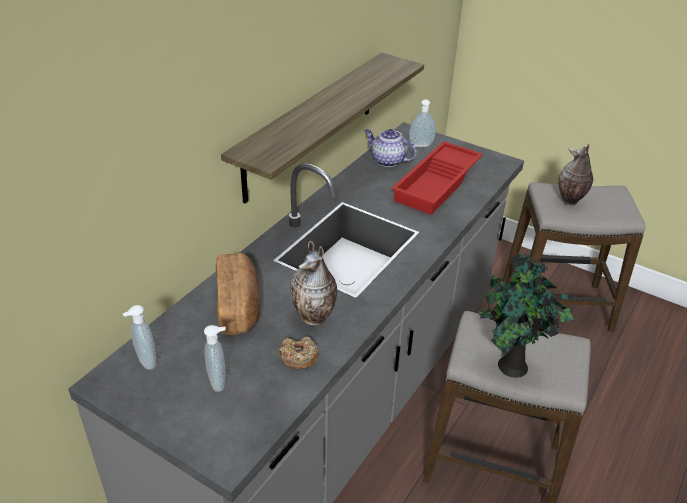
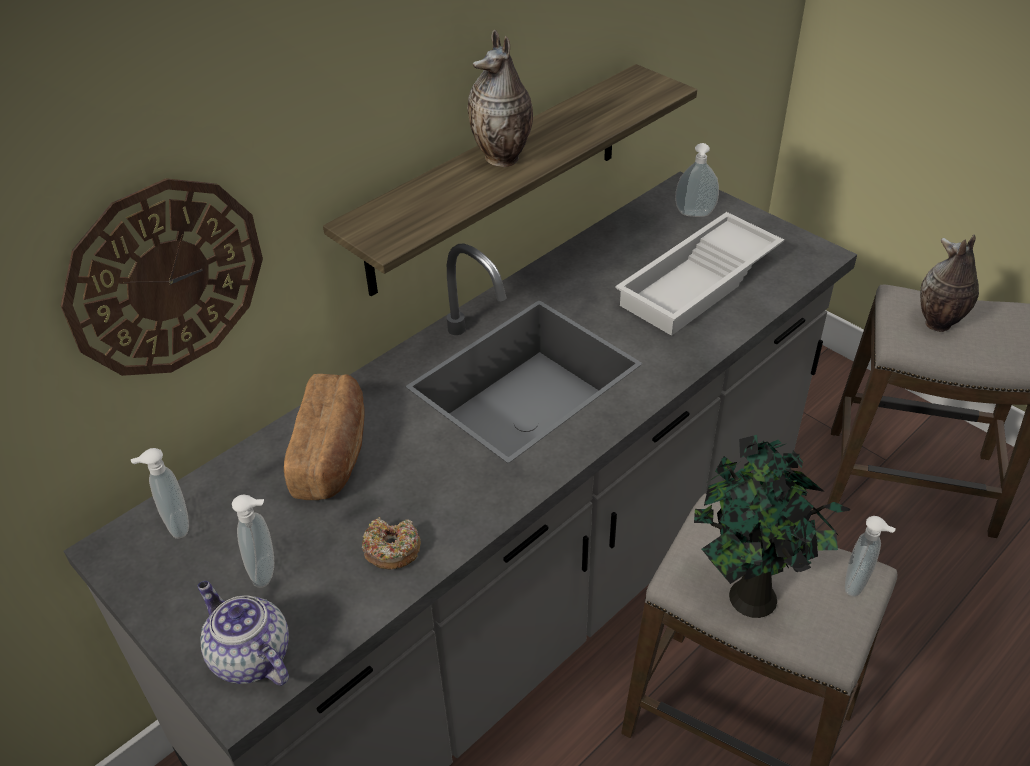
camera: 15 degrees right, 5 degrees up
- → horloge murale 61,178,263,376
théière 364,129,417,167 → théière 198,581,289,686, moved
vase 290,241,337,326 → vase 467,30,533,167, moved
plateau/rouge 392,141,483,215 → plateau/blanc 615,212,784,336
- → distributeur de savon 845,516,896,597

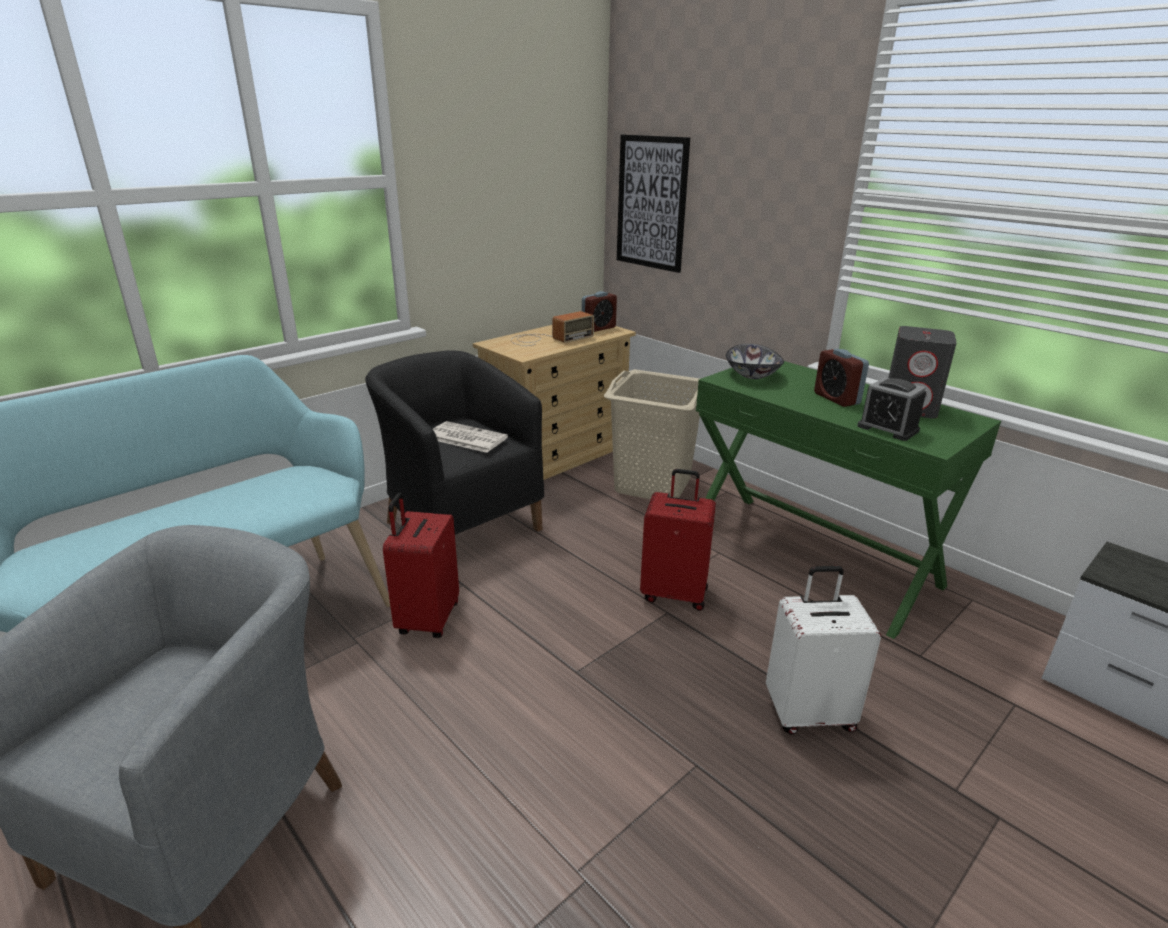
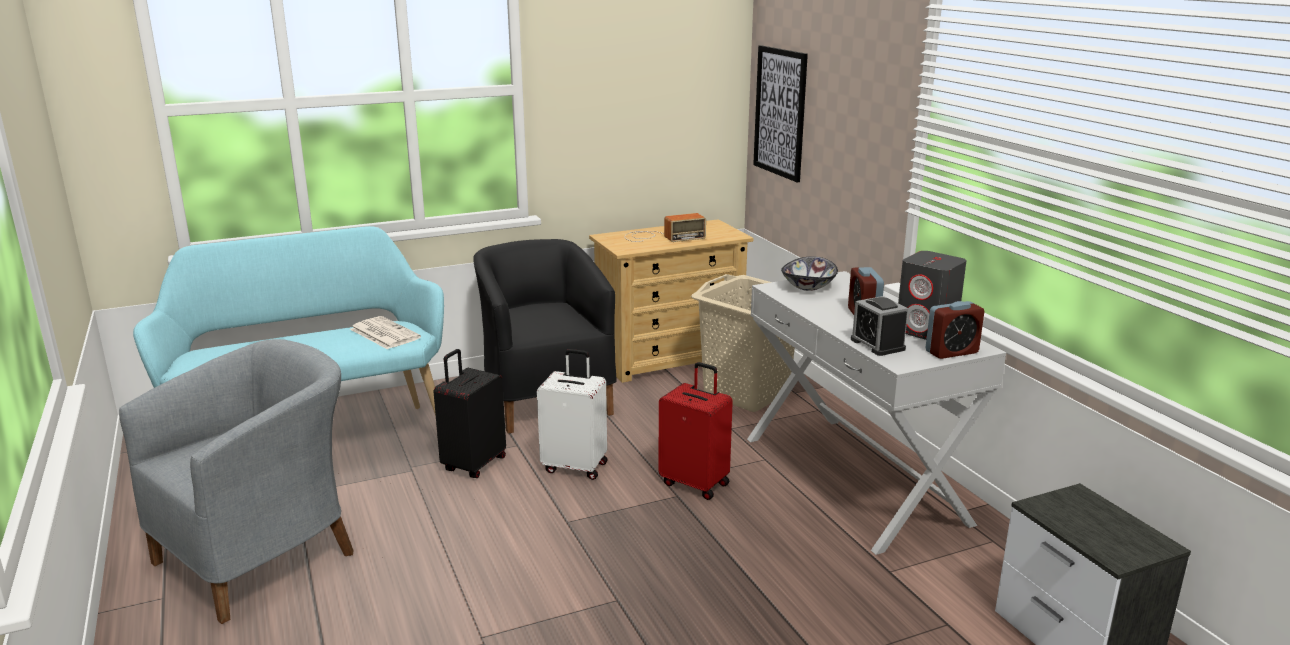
camera: 20 degrees right, 5 degrees down
journal 433,421,508,453 → journal 350,316,421,349, moved
valise/rouge 383,493,459,638 → valise/noir 434,349,506,478
valise/blanc 766,566,881,734 → valise/blanc 537,349,607,480, moved
table console/vert 696,361,1001,639 → table console/blanc 747,271,1006,555
réveil 582,291,617,332 → réveil 925,301,984,359, moved

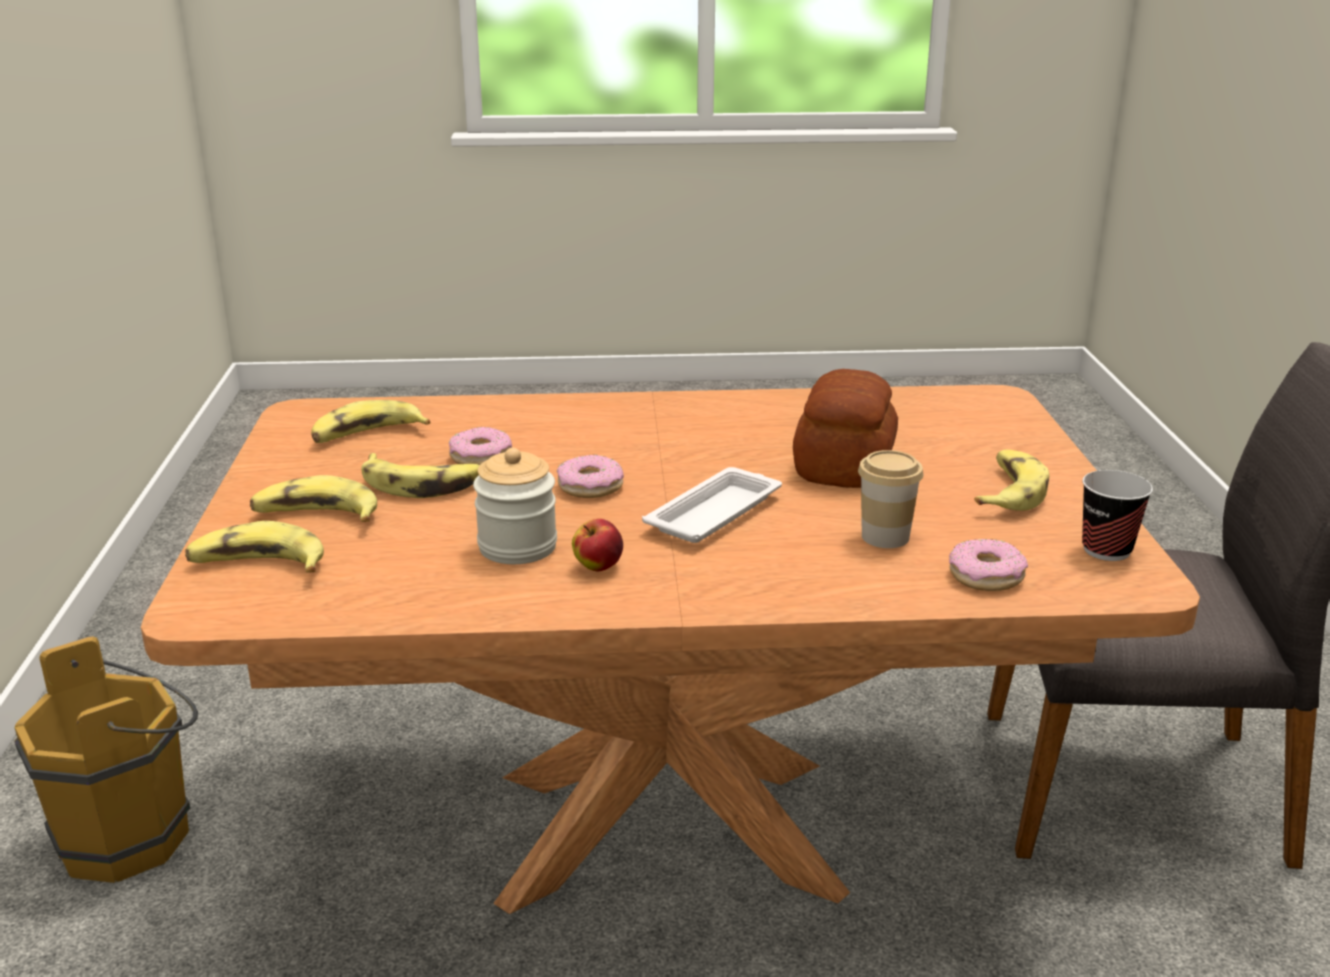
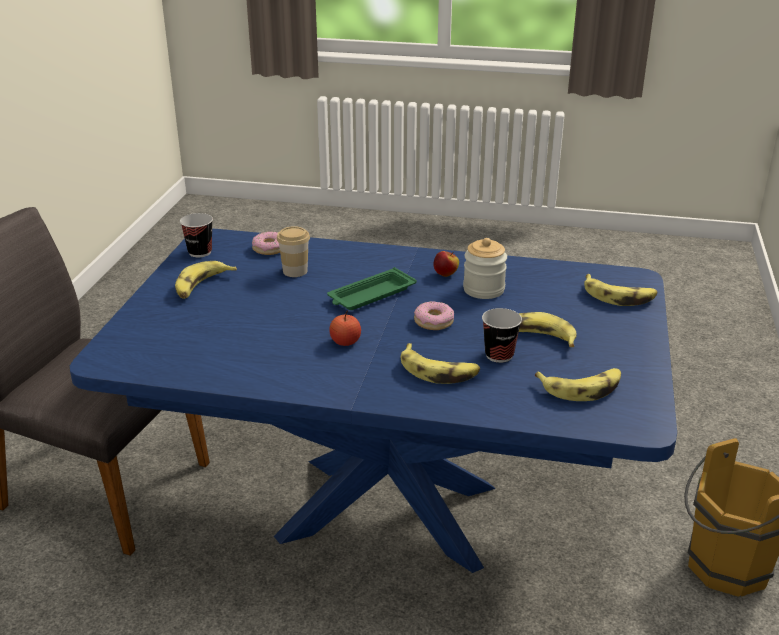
camera: 165 degrees left, 5 degrees up
table à manger/marron 141,385,1200,914 → table à manger/bleu 70,229,677,573
plateau/blanc 642,467,782,543 → plateau/vert 327,267,417,310
- → pomme 329,310,361,346
banane 250,475,377,522 → banane 401,343,480,384, moved
beignet 449,427,512,465 → tasse 482,308,522,363
pain 793,369,898,488 → -

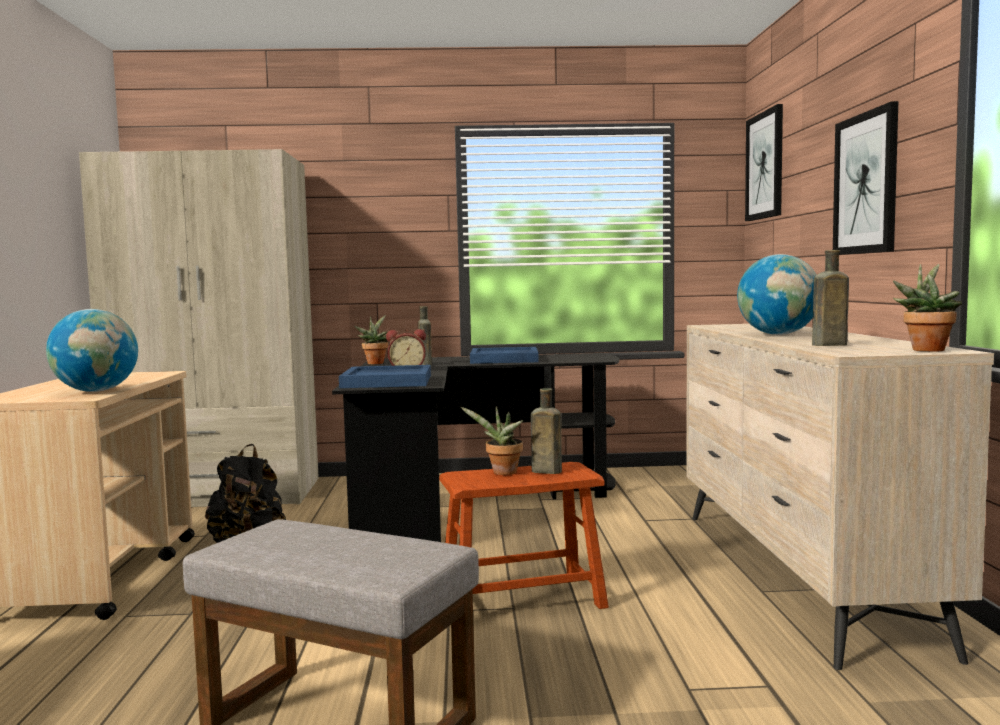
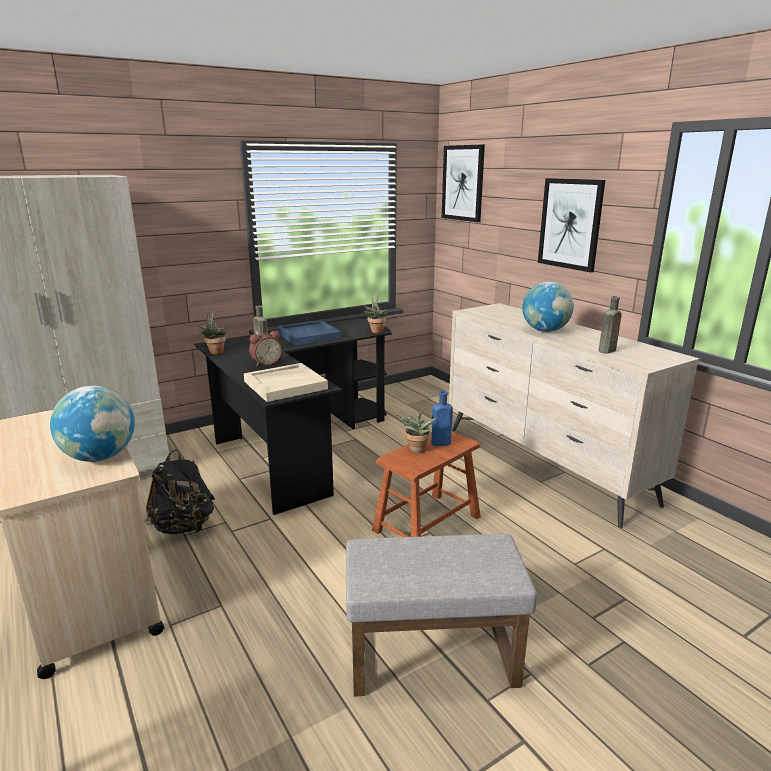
camera: 30 degrees left, 15 degrees up
plateau/bleu 339,365,431,388 → plateau/beige 244,363,328,402
plante en pot 893,264,962,352 → plante en pot 364,294,388,333, moved
bouteille/marron 531,388,562,474 → bouteille/bleu 431,391,453,446

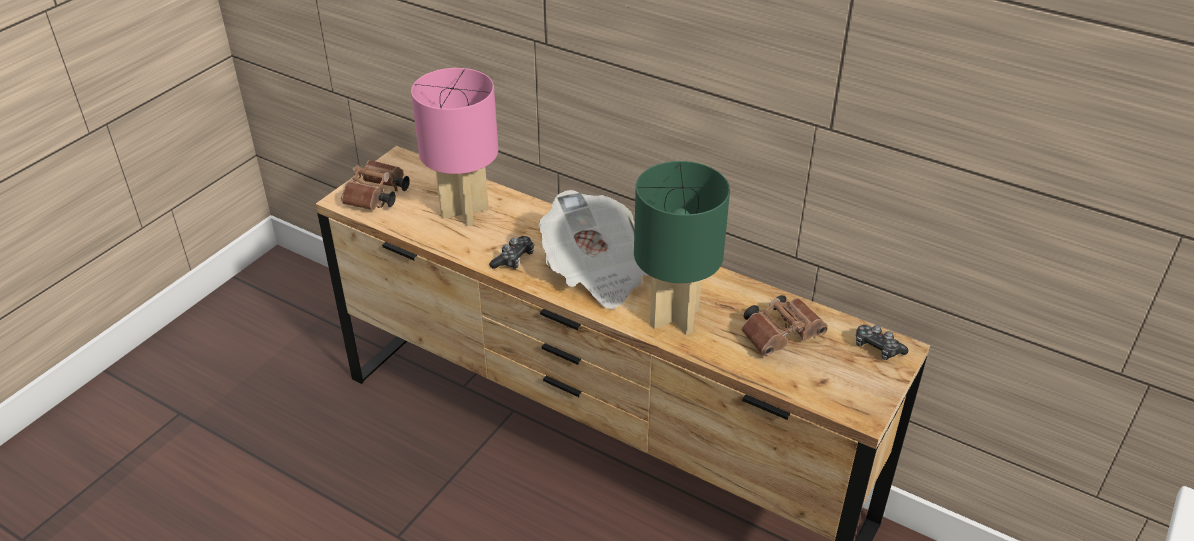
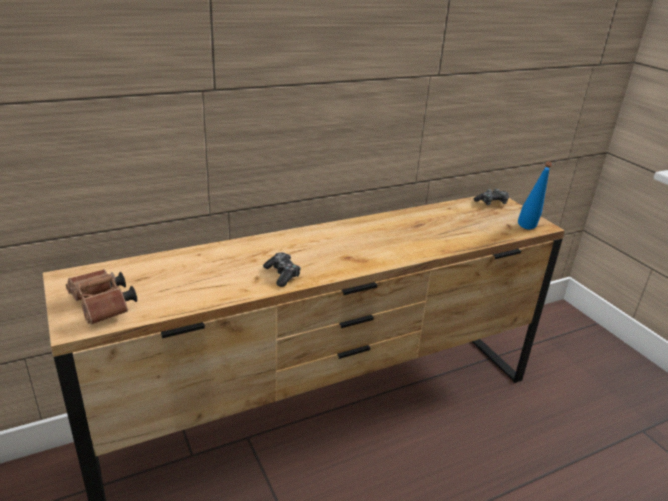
camera: 60 degrees left, 10 degrees down
- → bouteille/bleu 518,161,552,229
lampe de table/rose 411,68,498,226 → -
journal 539,190,650,309 → -
lampe de table/vert 634,161,730,335 → -
jumelles/marron 741,295,828,356 → -

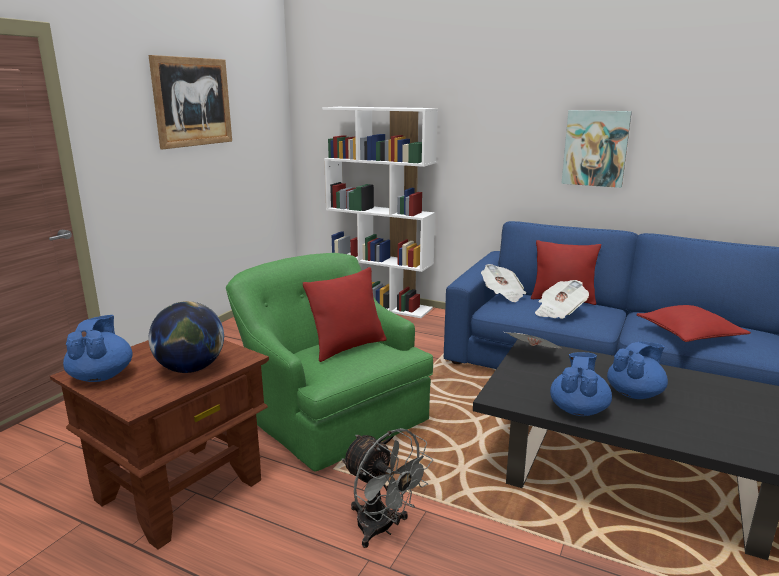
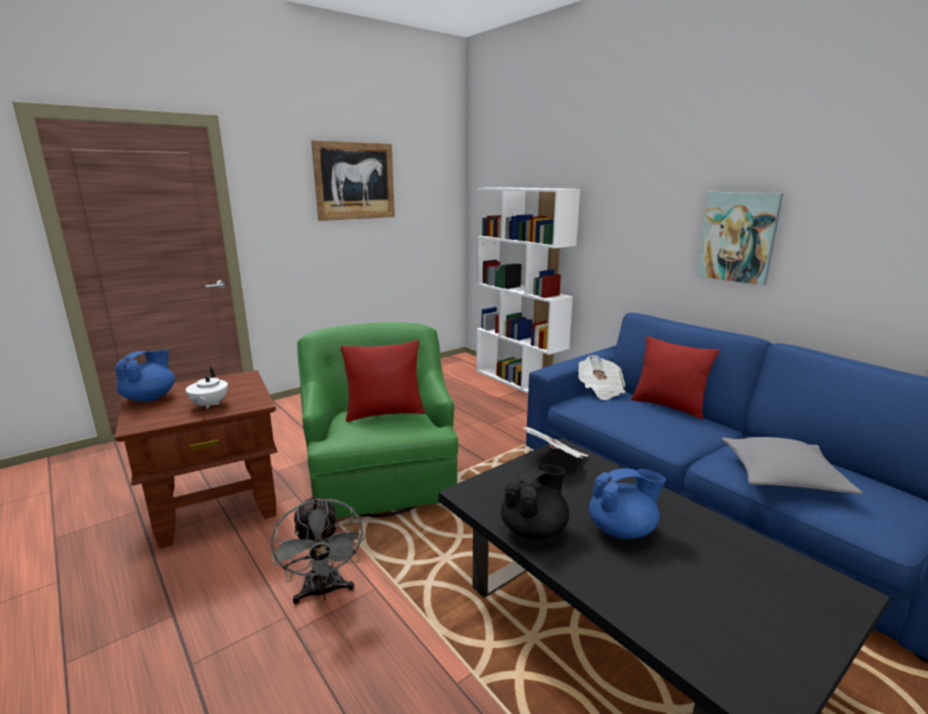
camera: 25 degrees right, 0 degrees up
globe 149,301,224,373 → théière/blanc 186,367,228,409
théière/bleu 550,352,612,416 → théière/noir 501,464,569,540
coussin/rouge 636,305,751,342 → coussin/gris 722,437,862,494
journal 535,280,589,319 → -

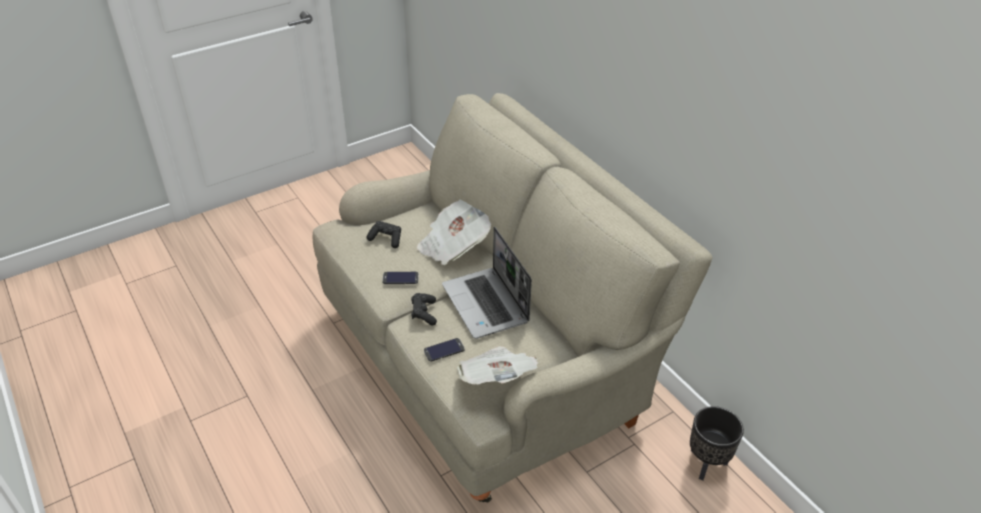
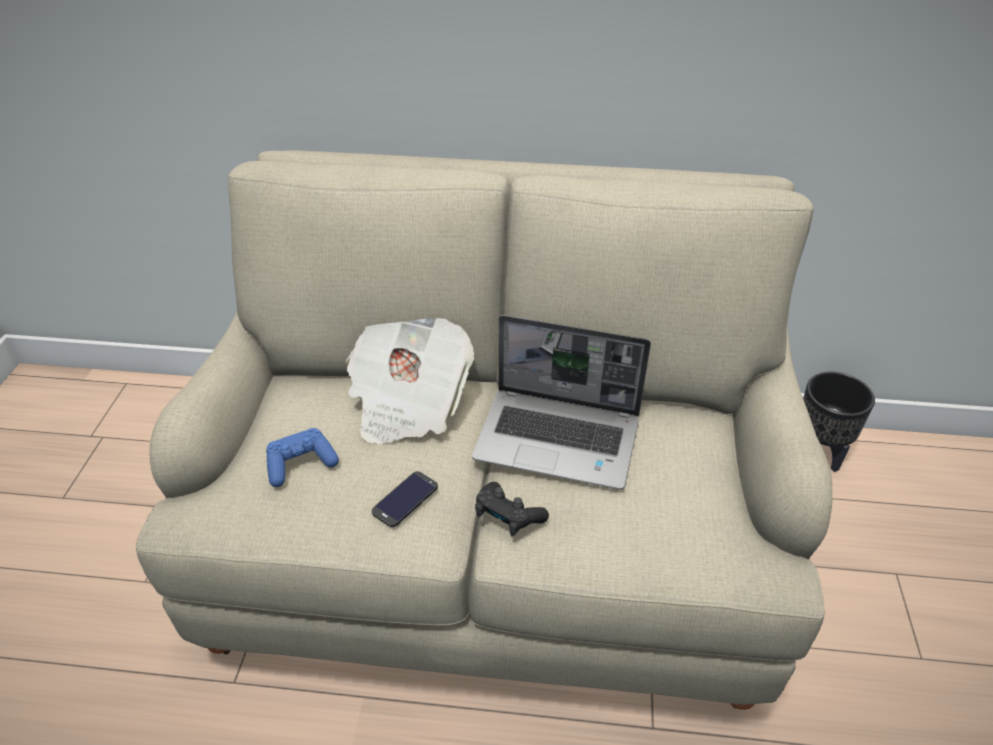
camera: 50 degrees left, 0 degrees up
manette/noir 366,221,401,248 → manette/bleu 266,428,339,487
téléphone 424,338,465,361 → -
journal 457,346,538,385 → -

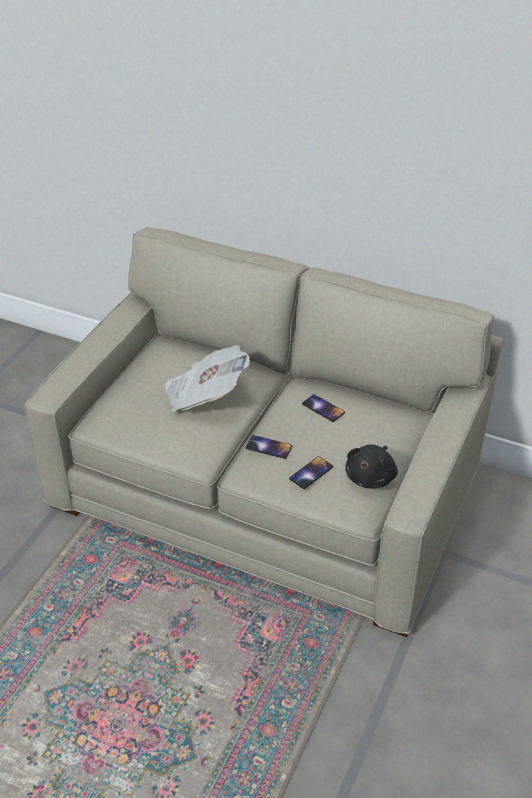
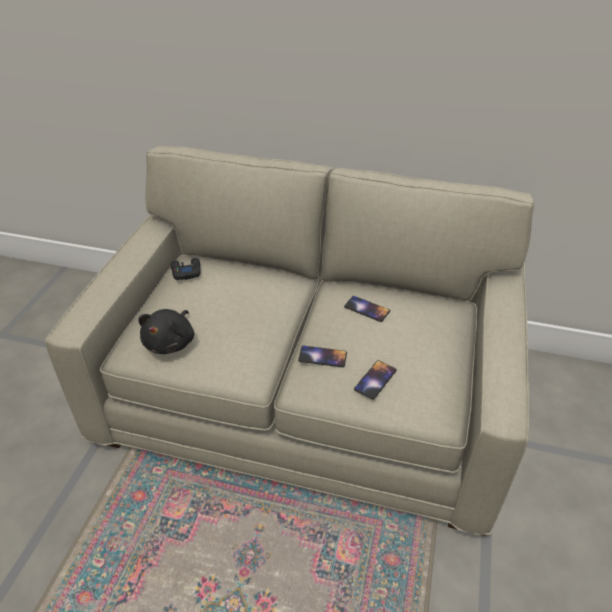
camera: 10 degrees left, 0 degrees up
peluche/noir 345,445,398,489 → peluche/noir 139,309,194,354, moved
- → manette/noir 171,258,201,280
journal 165,345,250,412 → -

